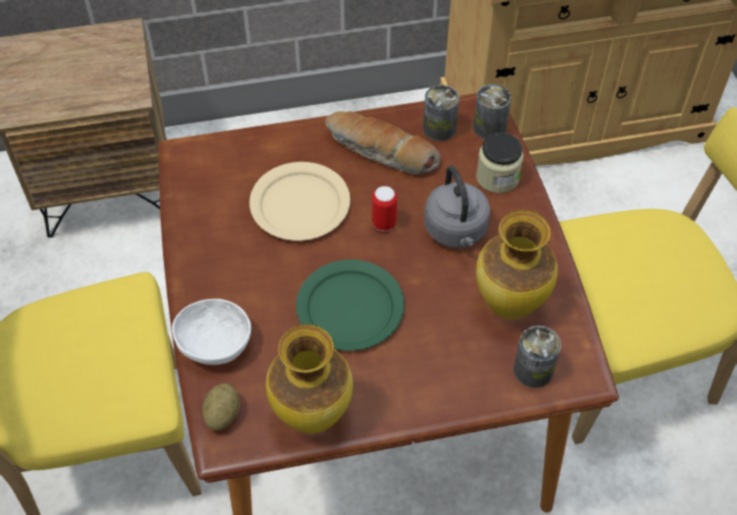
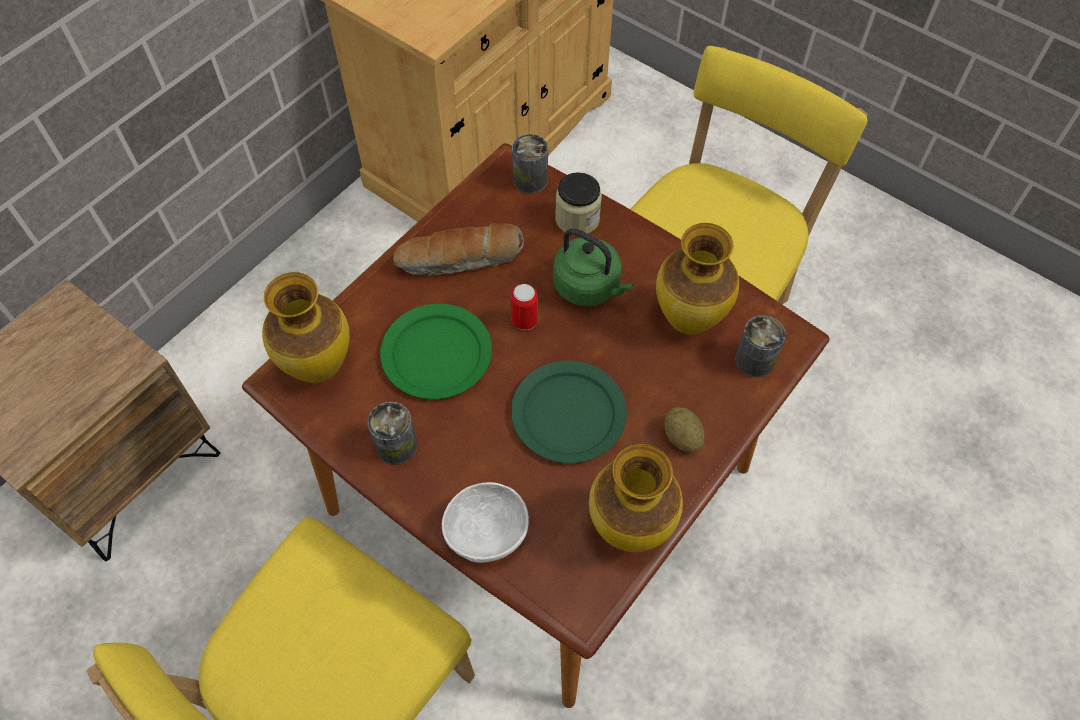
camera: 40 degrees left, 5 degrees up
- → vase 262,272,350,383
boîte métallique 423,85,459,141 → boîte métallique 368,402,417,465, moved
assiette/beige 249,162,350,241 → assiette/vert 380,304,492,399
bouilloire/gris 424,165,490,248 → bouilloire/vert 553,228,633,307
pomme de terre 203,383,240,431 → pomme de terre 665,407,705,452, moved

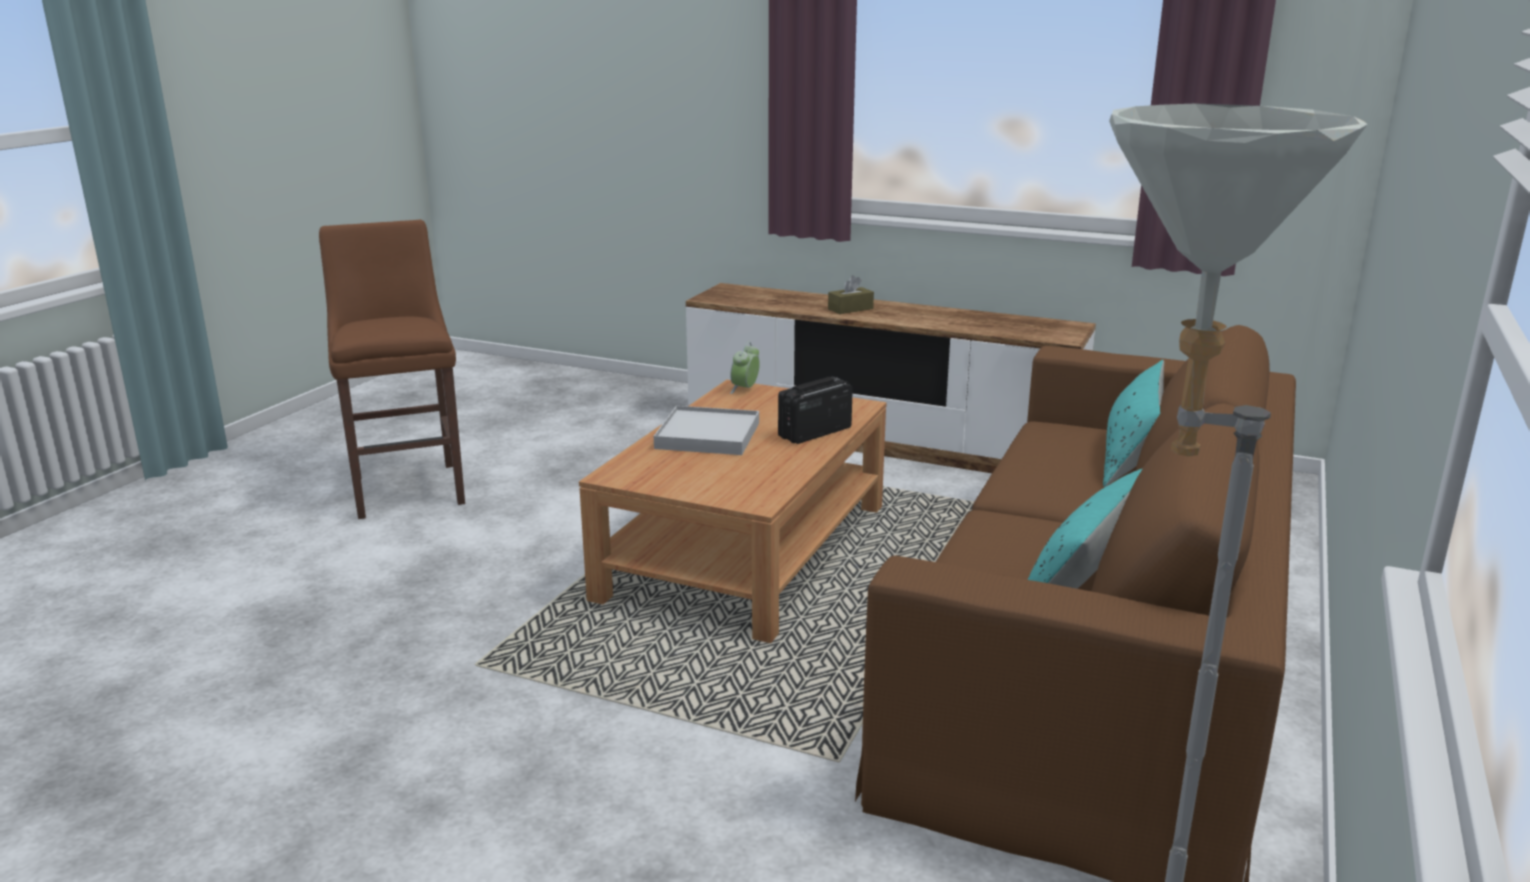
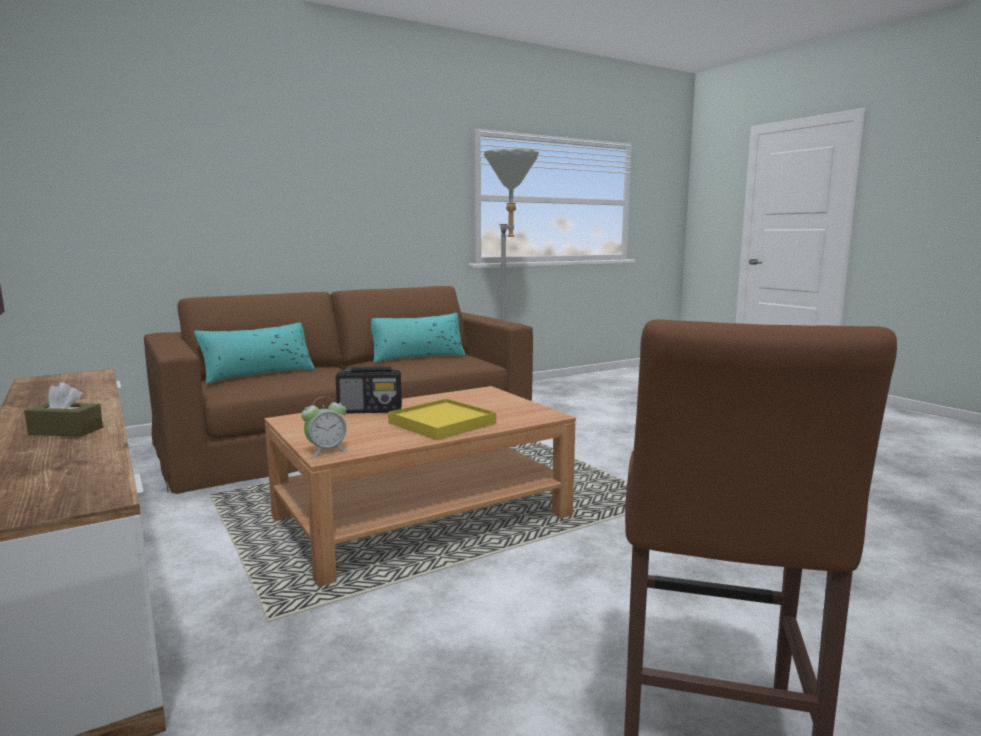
camera: 145 degrees left, 10 degrees down
plateau/blanc 654,406,759,455 → plateau/jaune 388,399,496,440

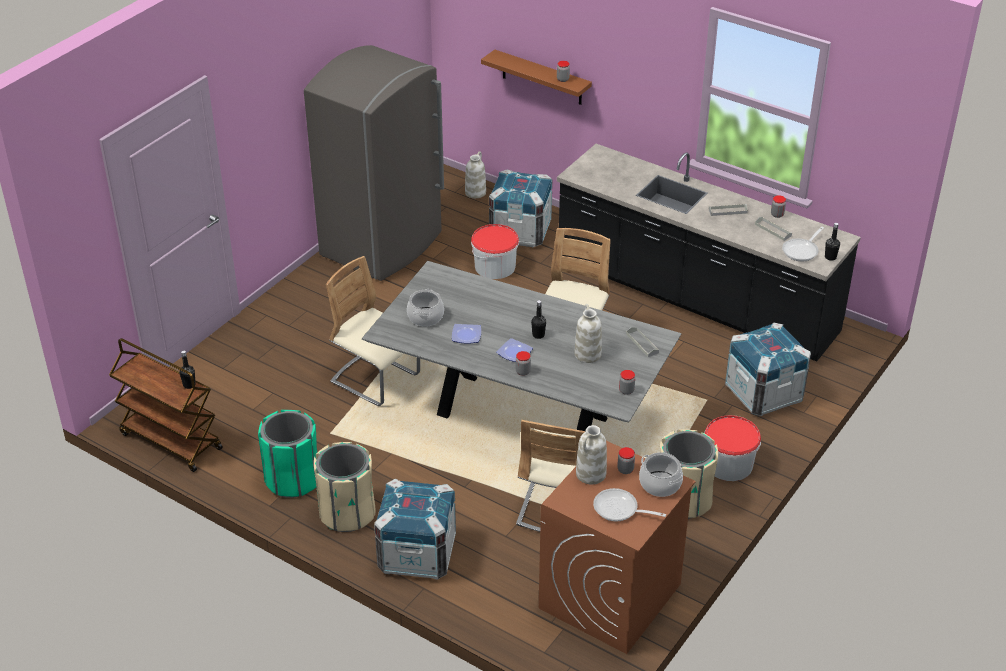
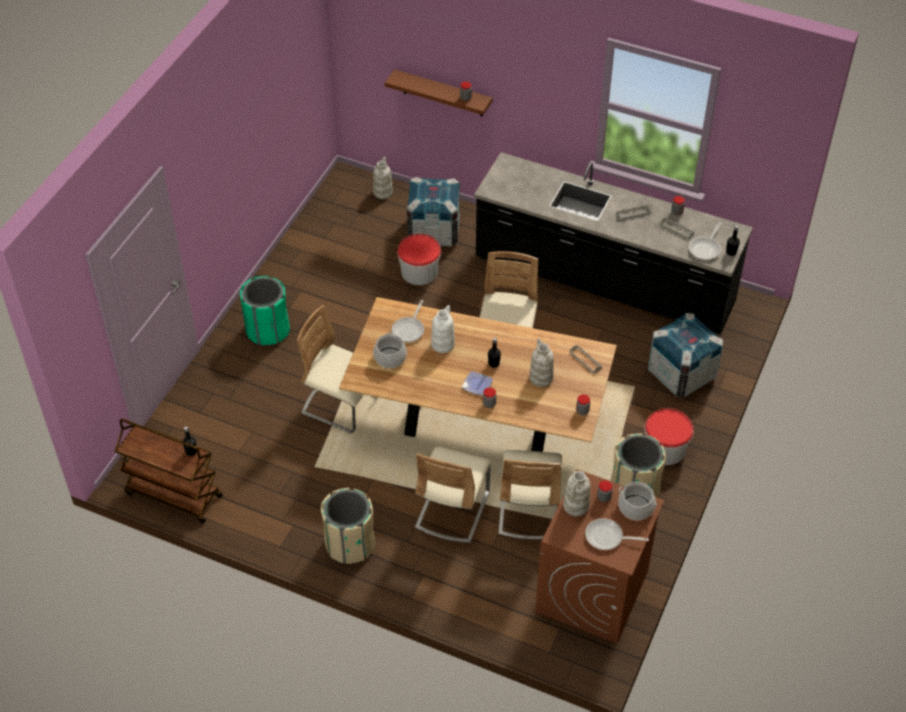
camera: 10 degrees left, 10 degrees up
poubelle/vert 258,410,317,498 → poubelle/vert 240,276,290,346, moved
table à manger/gris 362,261,682,432 → table à manger/marron 339,297,617,452
- → poêle 391,300,424,342
- → chaise/beige 415,446,491,543
- → vase/blanc 431,305,455,353
réfrigérateur/gris 304,45,444,281 → -
caisse 374,479,456,580 → -
assiette 452,324,481,343 → -

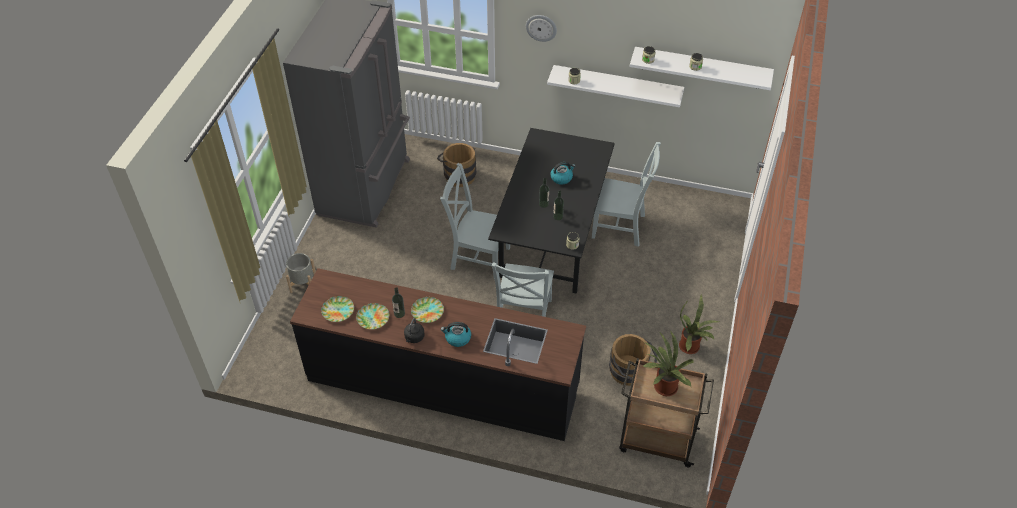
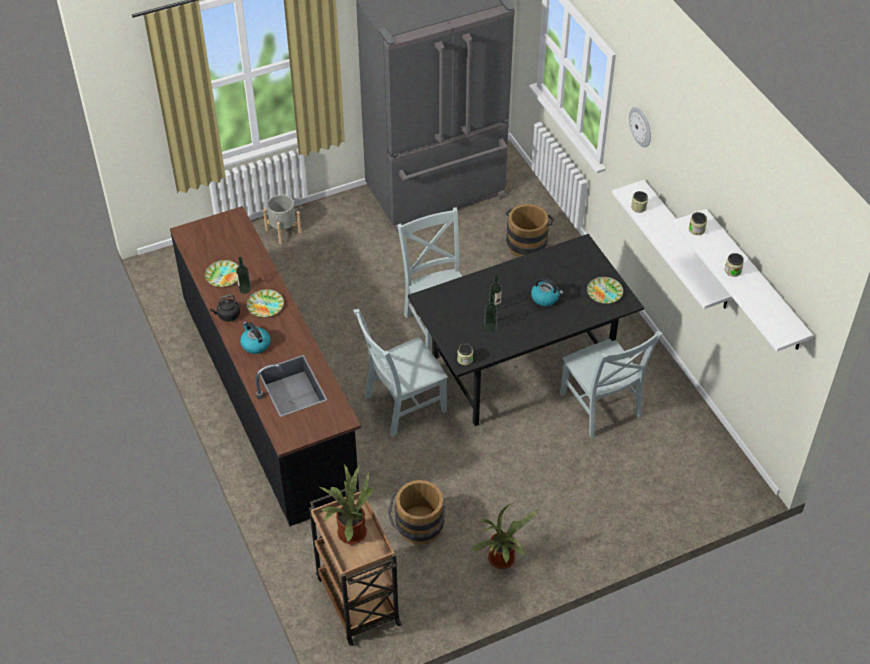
camera: 50 degrees right, 0 degrees up
assiette 321,296,354,322 → assiette 587,277,623,304, moved

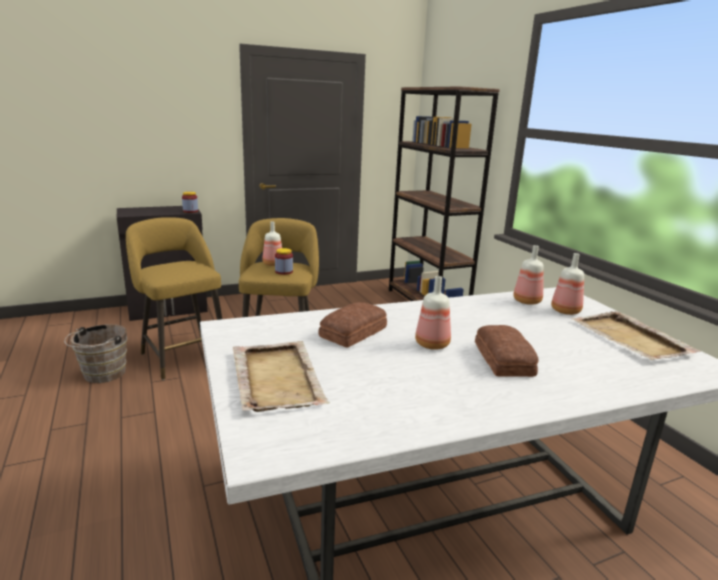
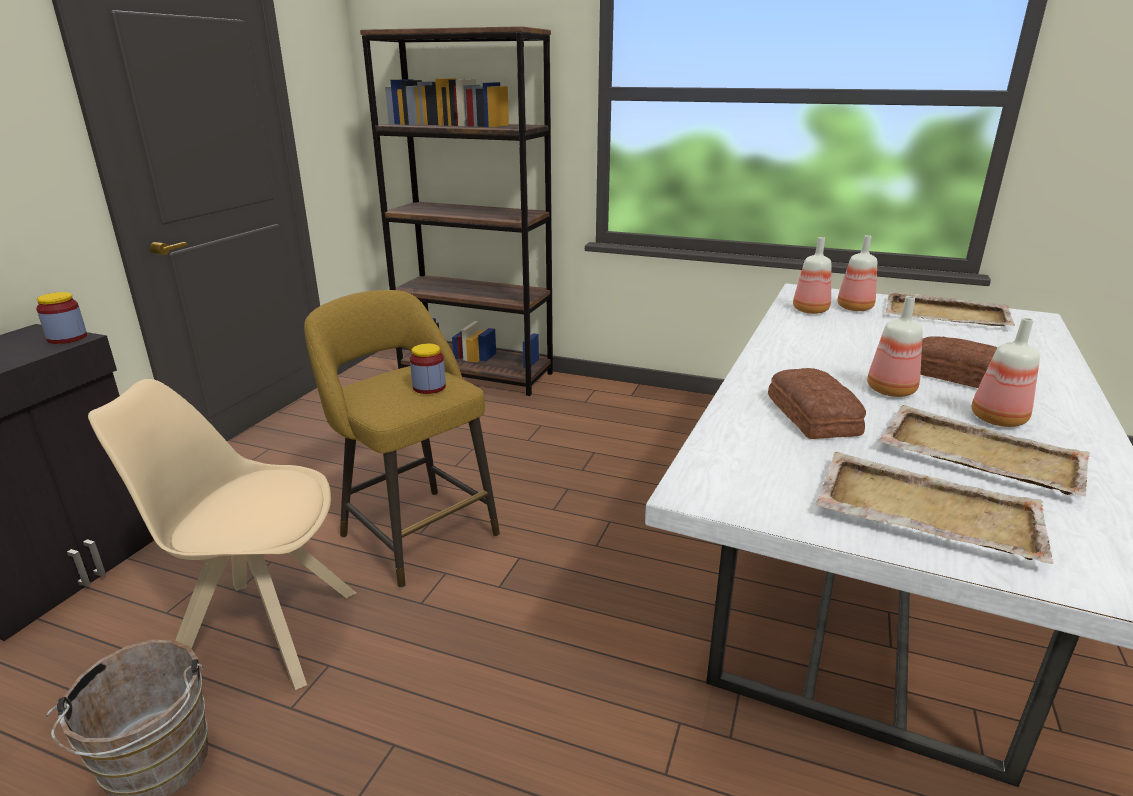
camera: 45 degrees left, 5 degrees up
tabouret/jaune 126,217,222,380 → chaise/beige 88,379,356,690
- → plateau/beige 878,405,1090,496
bouteille 262,221,282,266 → bouteille 972,318,1040,427, moved

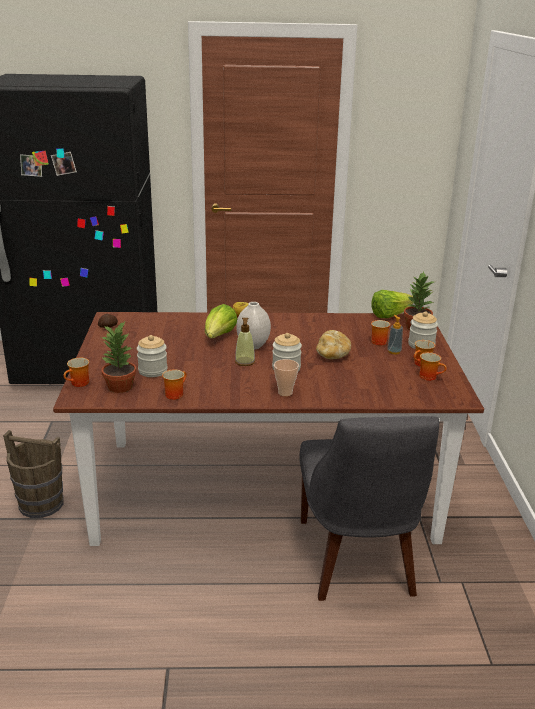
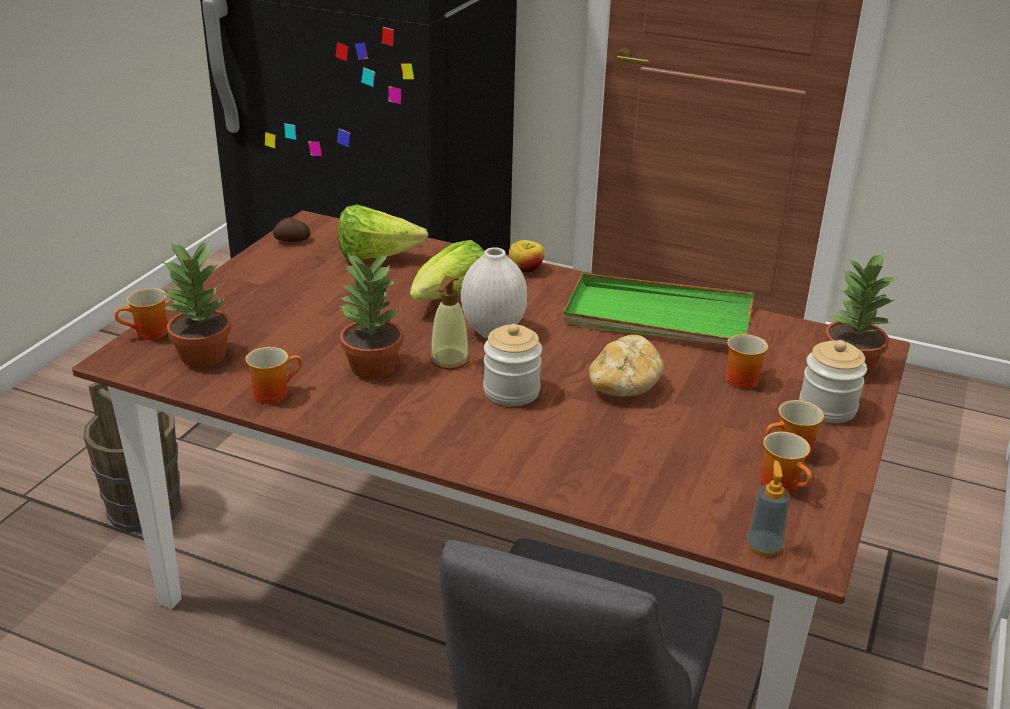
camera: 25 degrees right, 5 degrees up
laitue 371,290,414,318 → laitue 338,205,428,259, moved
- → plante en pot 338,253,403,379
- → plateau/vert 563,273,754,344
distributeur de savon 387,315,403,354 → distributeur de savon 747,460,790,557, moved
bocal 137,335,168,377 → -
tasse 274,359,299,396 → -

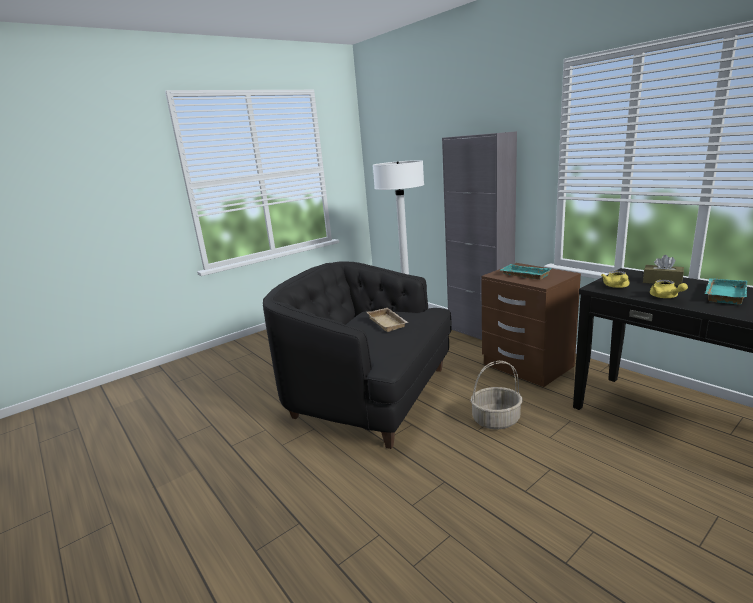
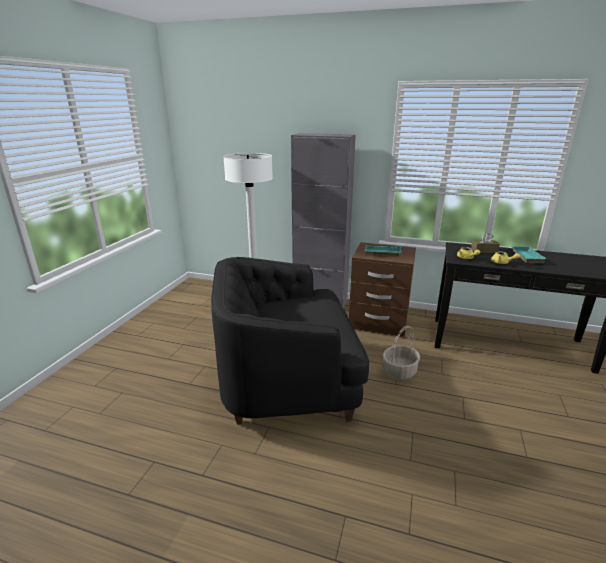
camera: 35 degrees left, 5 degrees up
plateau/beige 367,308,409,332 → -

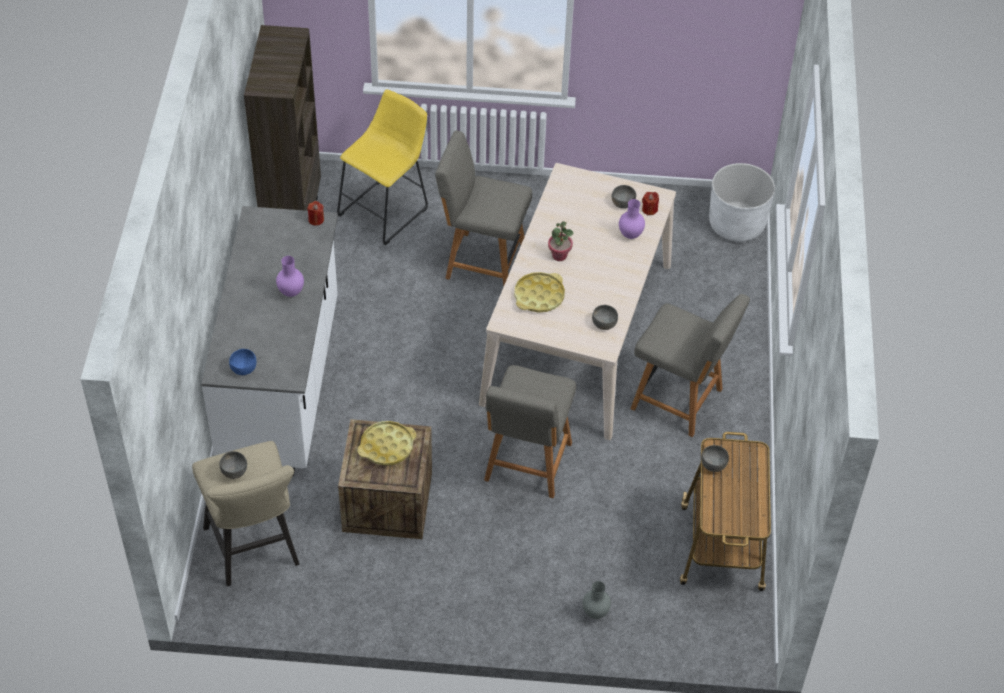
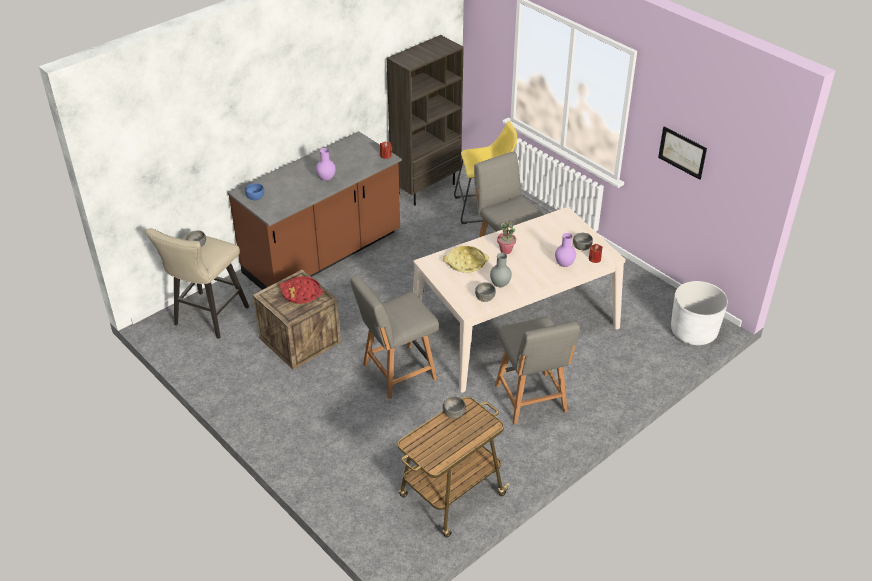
camera: 45 degrees right, 10 degrees down
comptoir de cuisine/blanc 201,206,338,477 → comptoir de cuisine/marron 227,131,402,290
plateau/jaune 357,421,416,465 → plateau/rouge 279,276,323,304
vase/gris 582,581,611,619 → vase/gris 490,253,512,287, moved
- → tableau 658,127,707,180

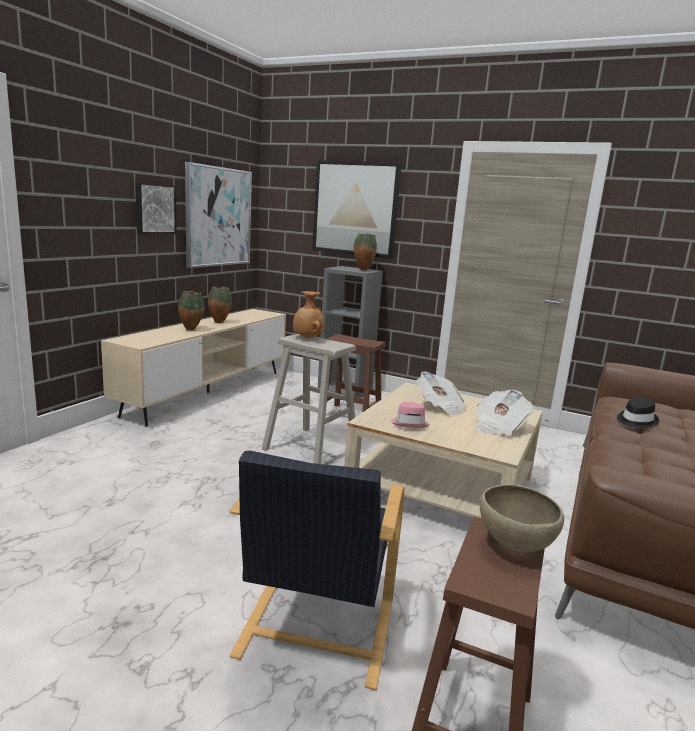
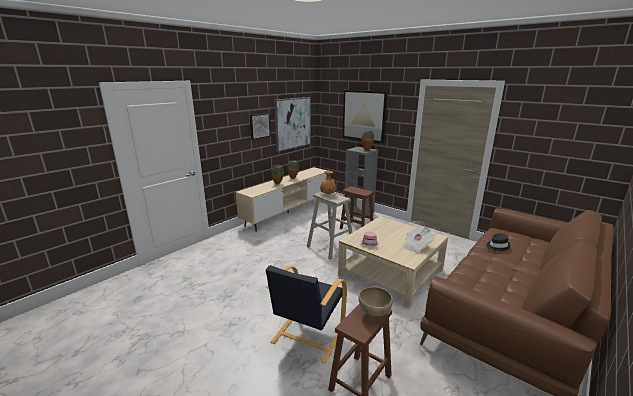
camera: 15 degrees right, 5 degrees up
journal 417,371,467,417 → -

